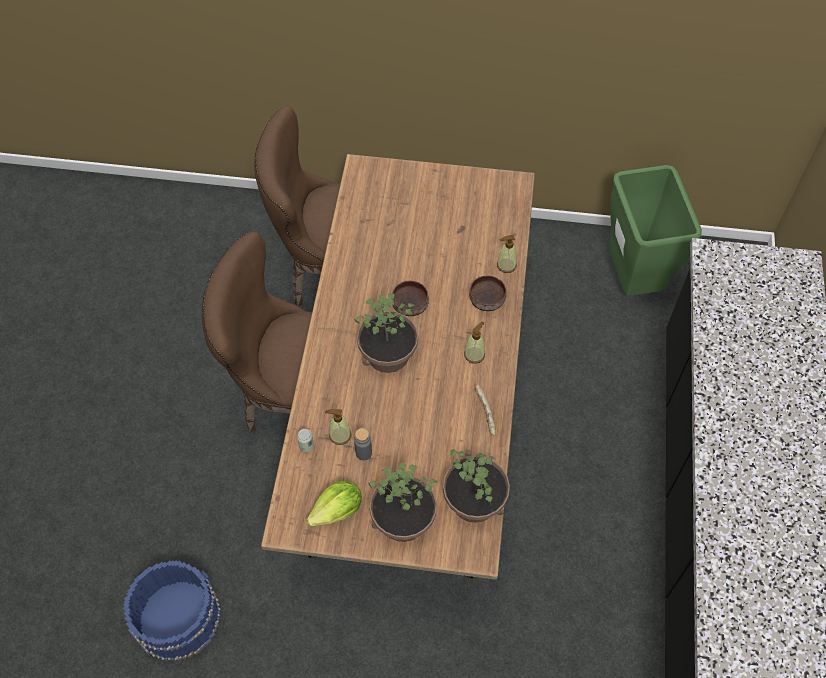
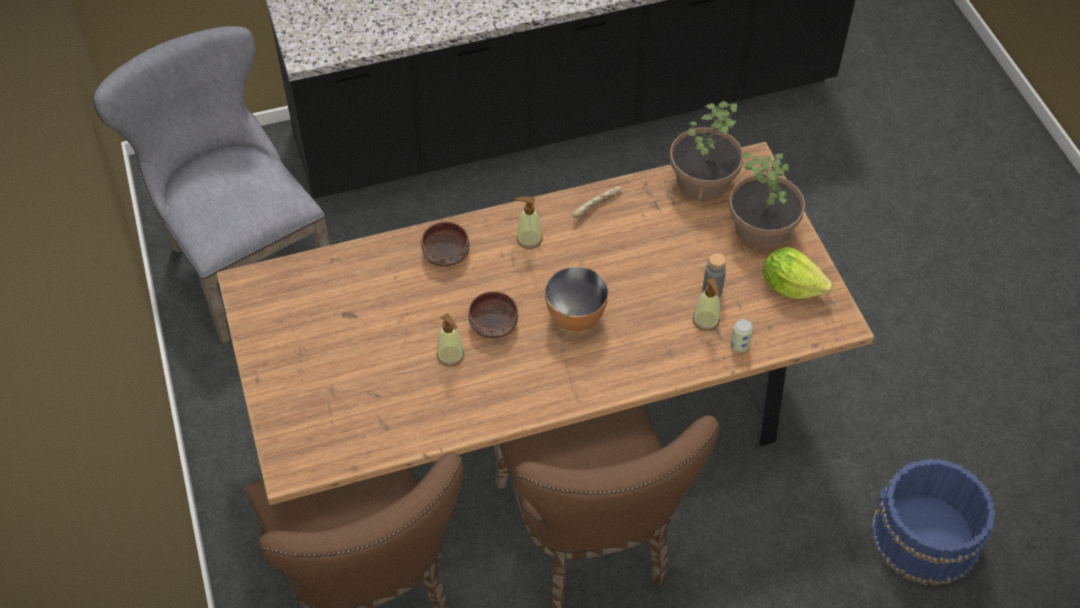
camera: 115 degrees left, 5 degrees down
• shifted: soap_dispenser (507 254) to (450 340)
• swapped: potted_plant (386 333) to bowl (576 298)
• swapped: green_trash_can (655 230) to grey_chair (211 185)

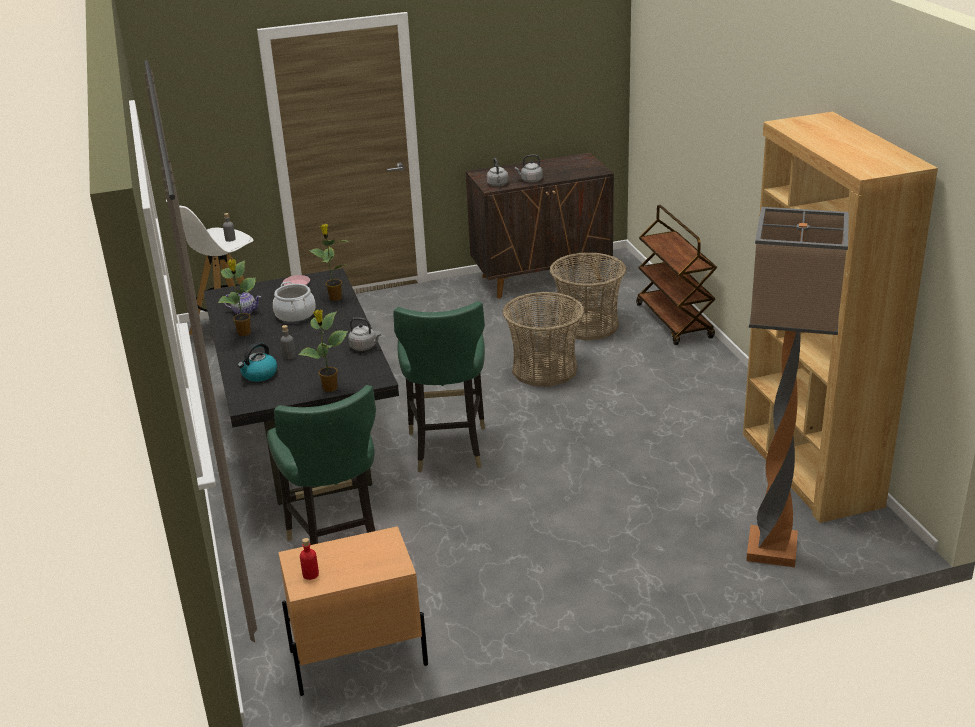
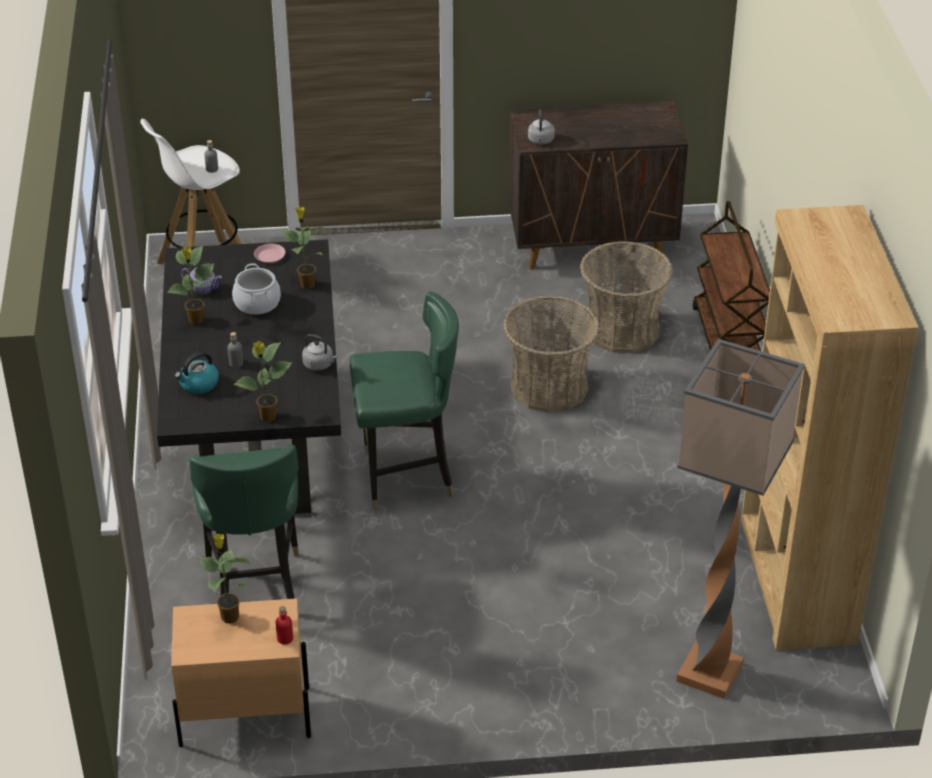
camera: 10 degrees right, 10 degrees up
• gone: grey_kettle (529 168)
• new: potted_plant (224 578)
• shifted: red_bottle (309 559) to (284 625)
• rotated: green_chair (439 386) = (404 401) 105 degrees counterclockwise

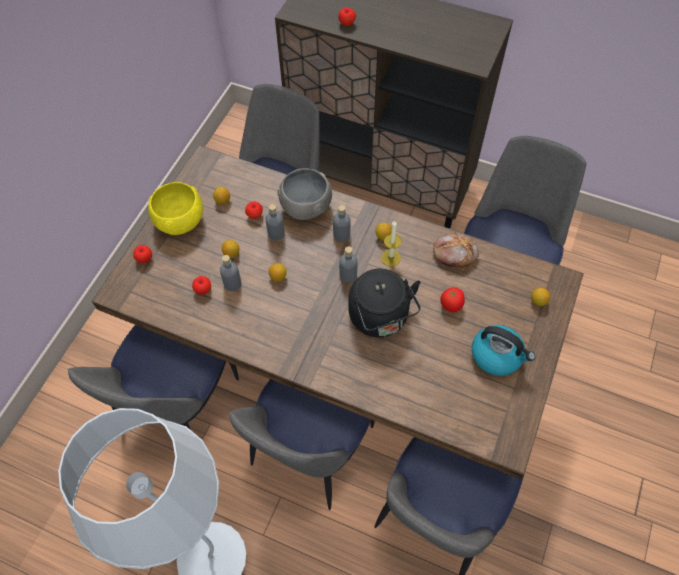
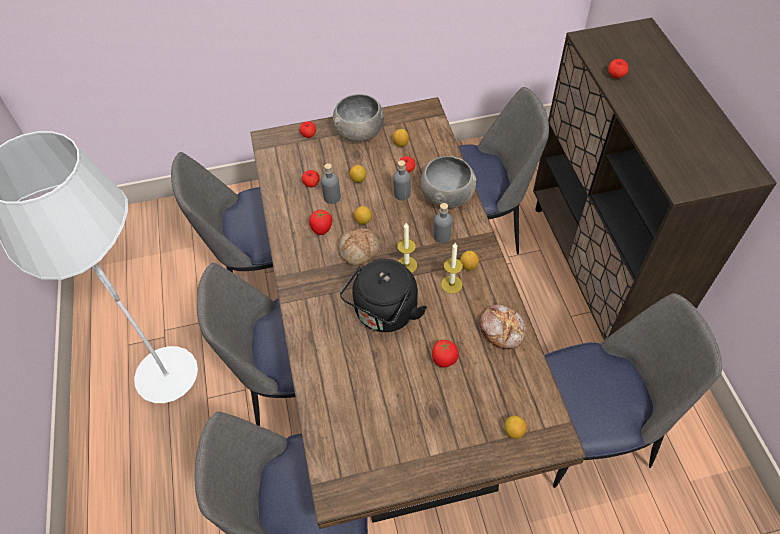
camera: 55 degrees right, 5 degrees down
• gone: kettle (503 350)
• new: tomato (320 222)
• new: bread (359 247)
• swapped: grey_bottle (348 264) to candle (407 248)
• repainted: yellow_bowl (175 208) to grey_bowl (359 118)

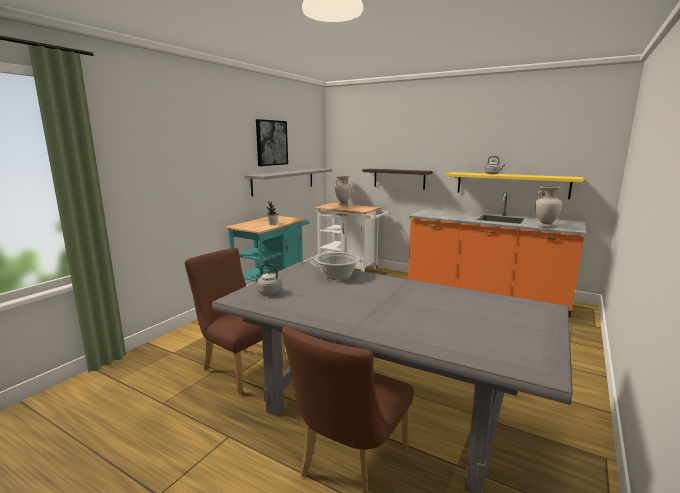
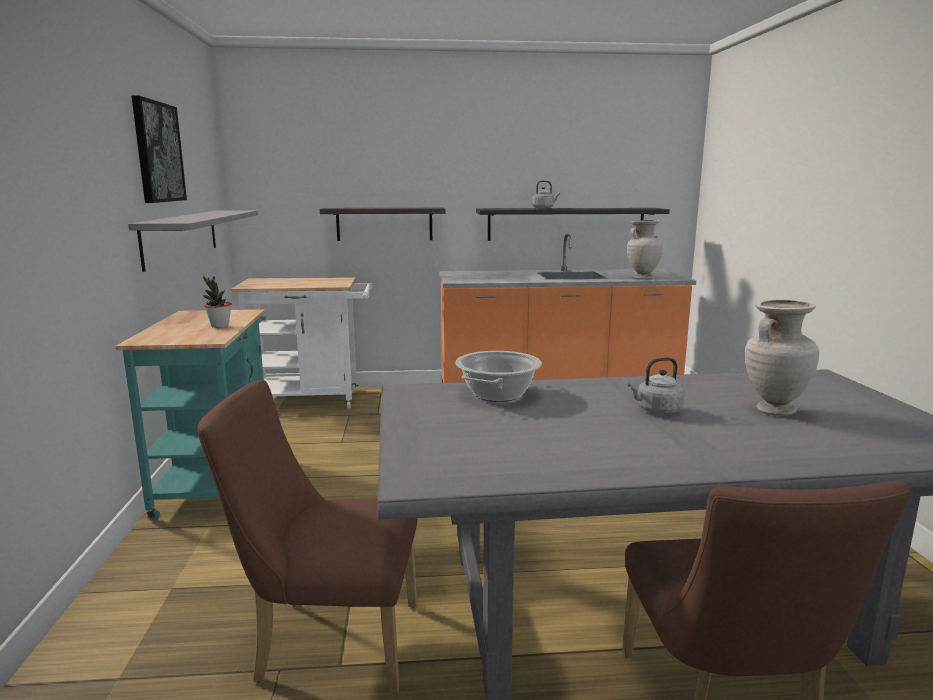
camera: 35 degrees left, 0 degrees up
• shifted: grey_kettle (267 279) to (656 385)
• shifted: beige_vase (343 190) to (782 358)
• repainted: yellow_shelf (514 185) to black_shelf (573 224)

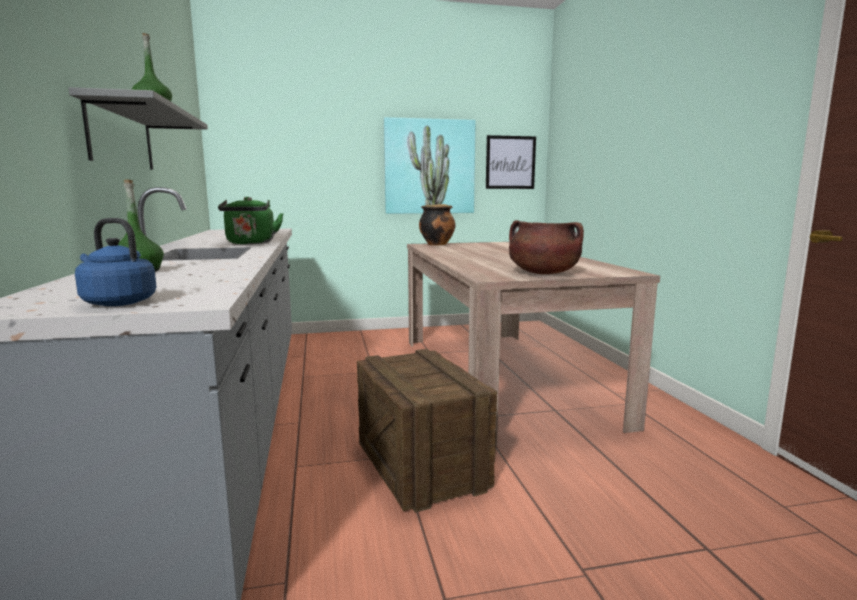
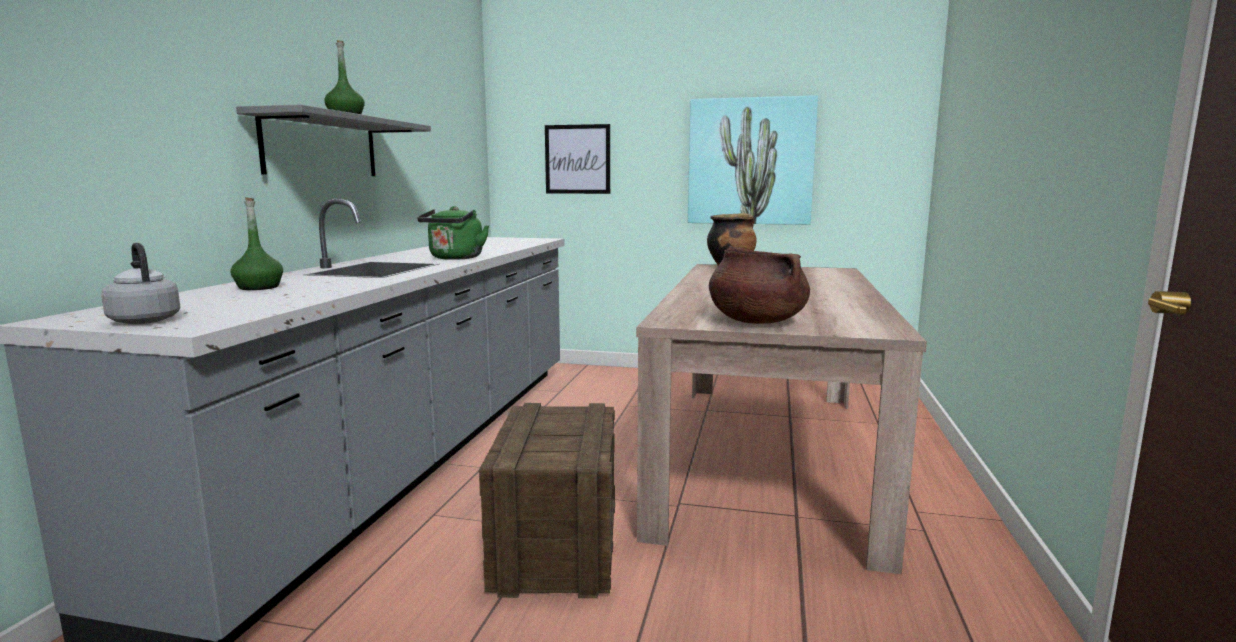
camera: 25 degrees right, 0 degrees up
• shifted: picture (511 162) to (577 159)
• repainted: blue_kettle (116 262) to grey_kettle (140 283)

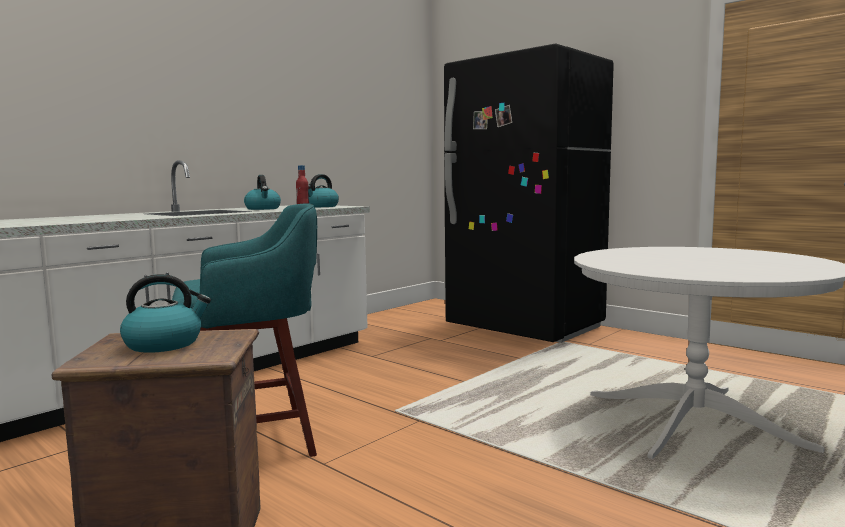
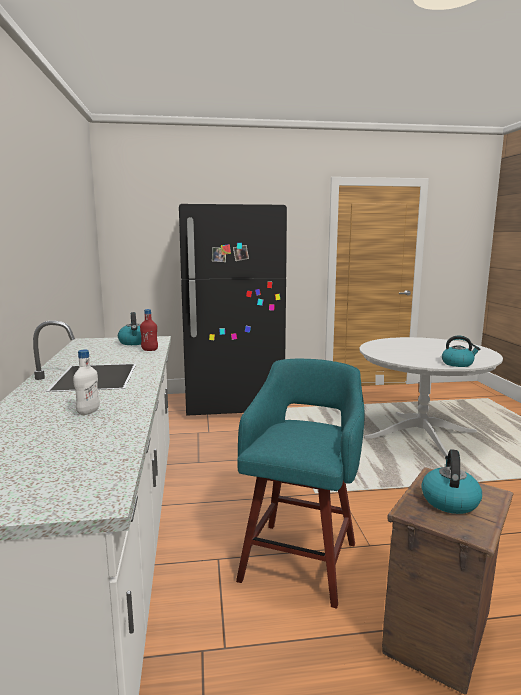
camera: 50 degrees left, 5 degrees up
• new: white_bottle (86 382)
• shifted: kettle (262 192) to (461 351)

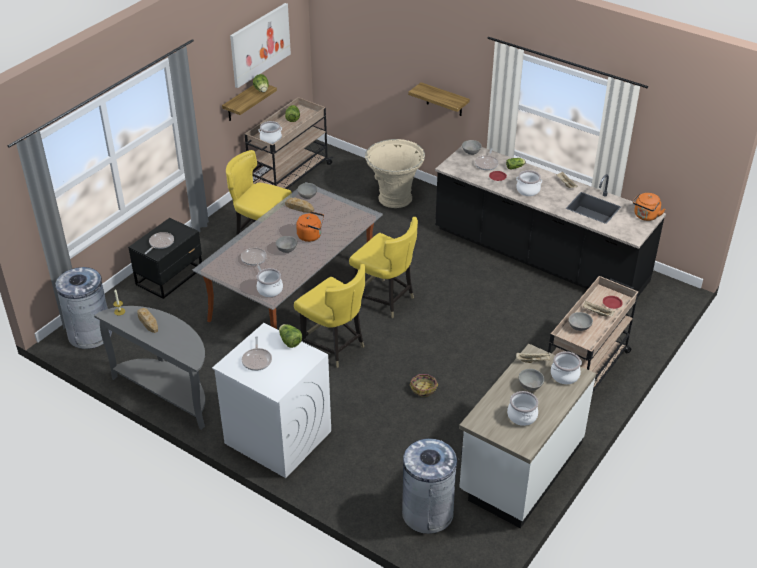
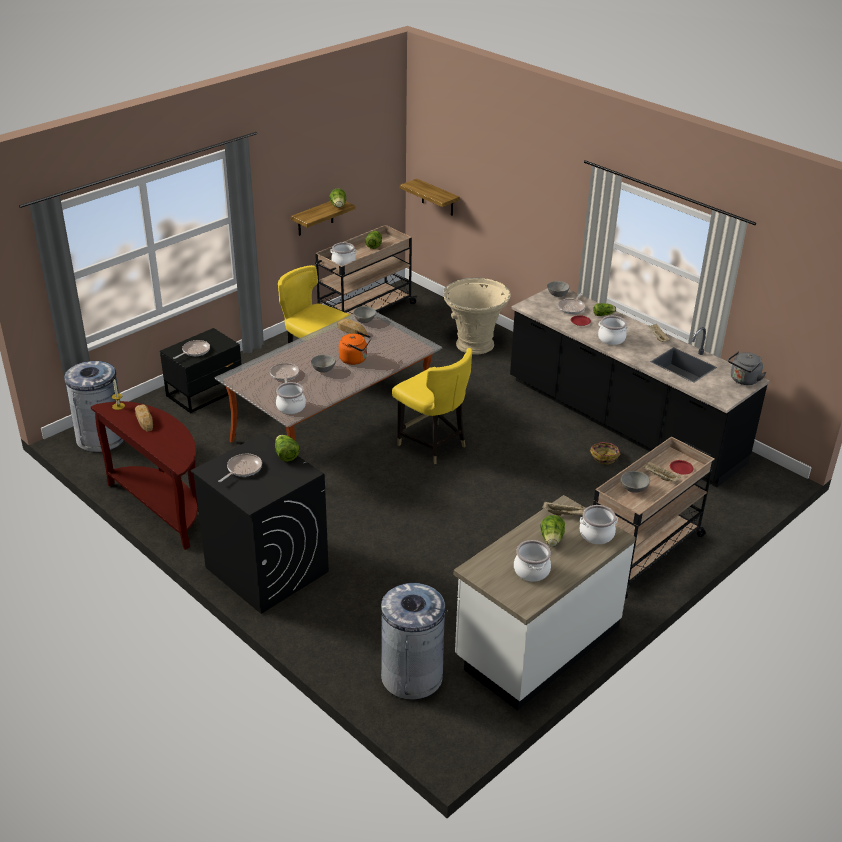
camera: 10 degrees right, 5 degrees down
• gone: picture (260 45)
• gone: yellow_chair (329 316)
• shifted: shelf (439 99) to (430 197)
• shifted: basket (424 385) to (605 453)
• swapped: grey_bowl (531 380) to lettuce (553 530)
• repainted: grey_console_table (149 368) to brown_console_table (144 475)
• repainted: white_washing_machine (271 400) to black_washing_machine (259 523)
• repainted: orange_kettle (649 207) to grey_kettle (747 368)
• rotated: frying_pan (257 353) = (240 468) 150 degrees counterclockwise

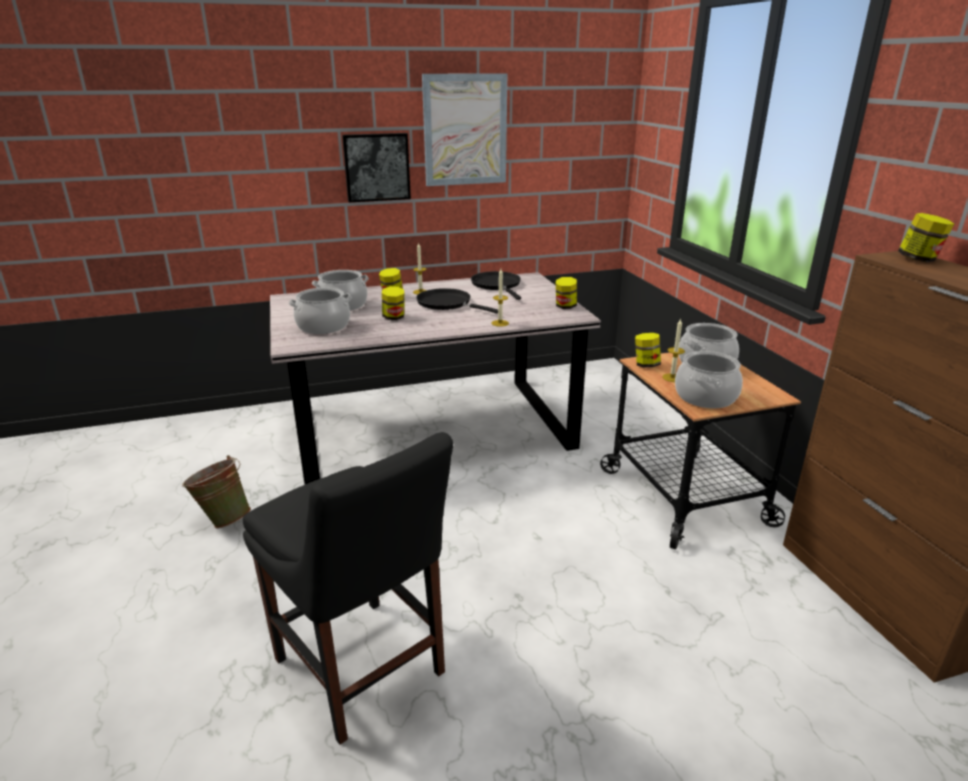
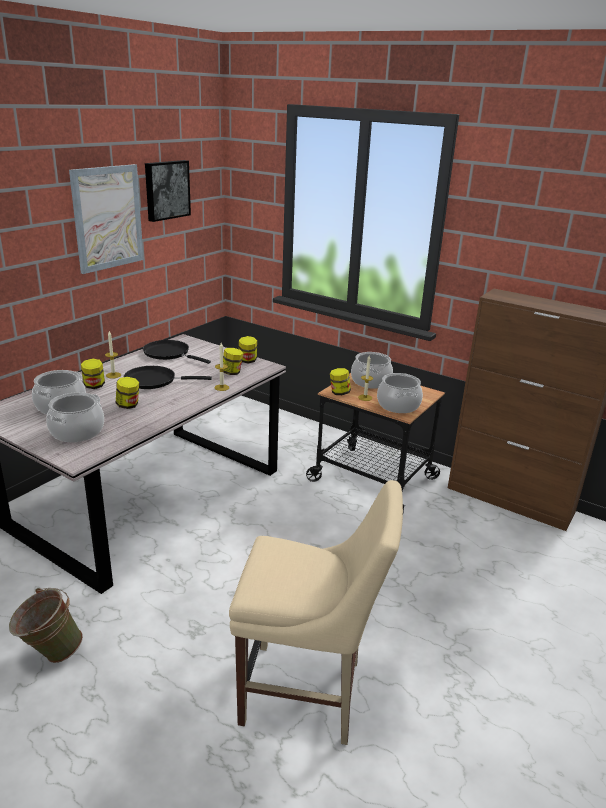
camera: 40 degrees left, 0 degrees up
• shifted: picture (376 167) to (168 191)
• shifted: jar (926 237) to (233 361)
• repainted: black_chair (348 588) to beige_chair (316 612)

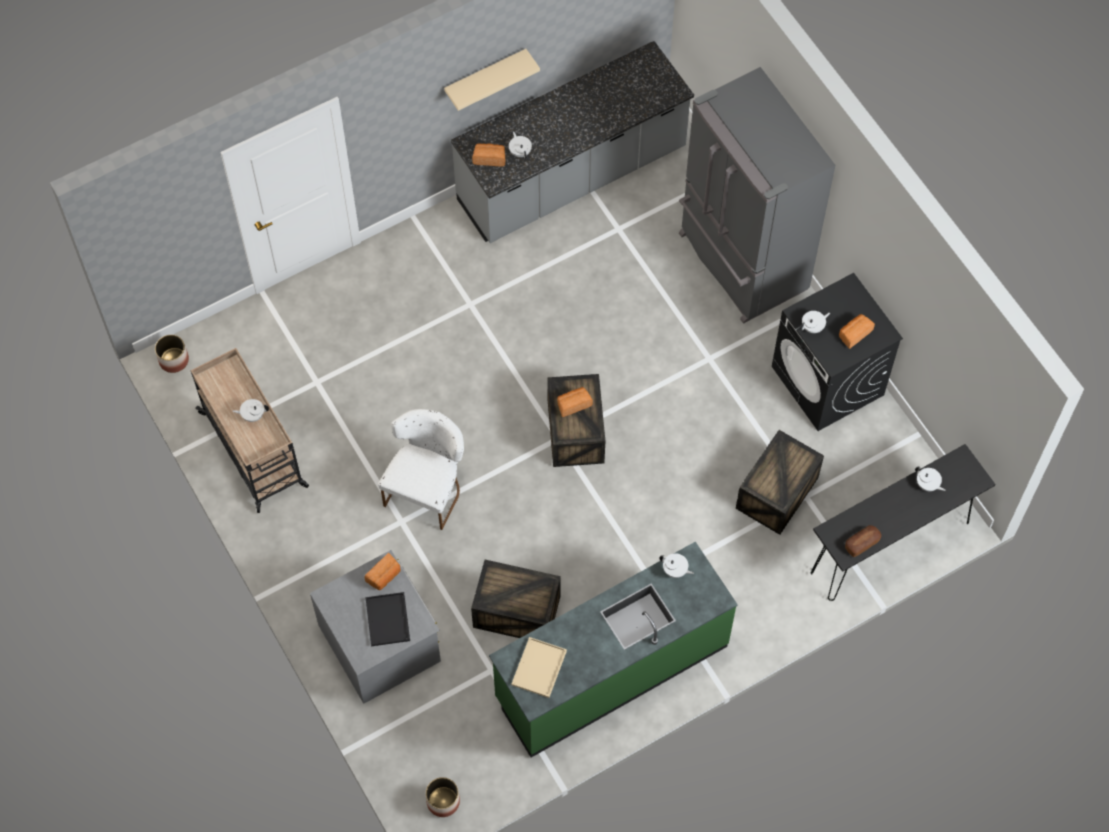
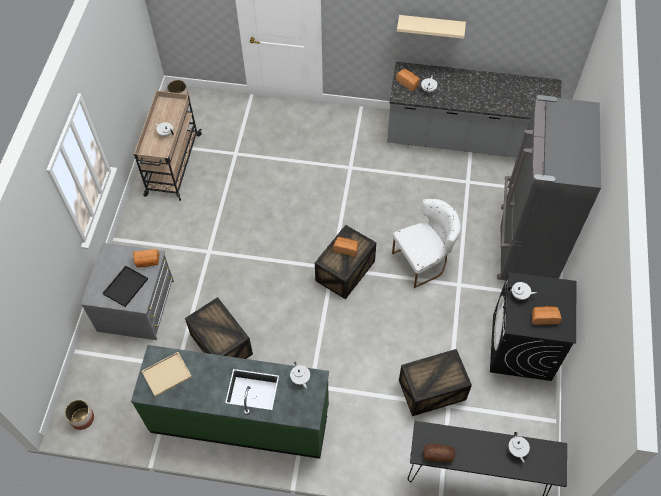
camera: 40 degrees right, 5 degrees down
• shifted: white_chair (421 469) to (426 243)

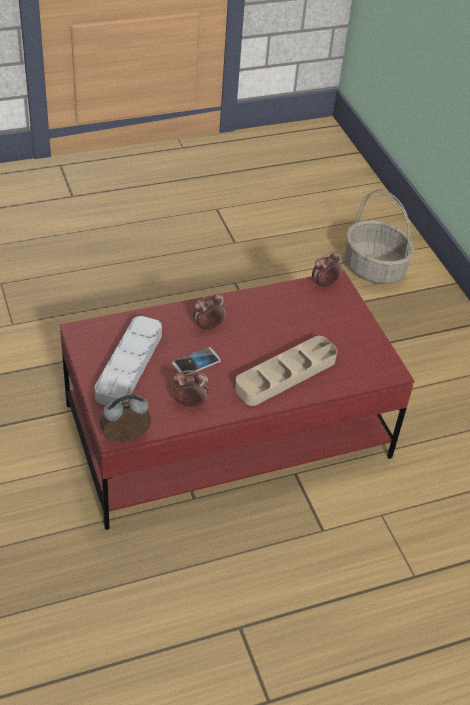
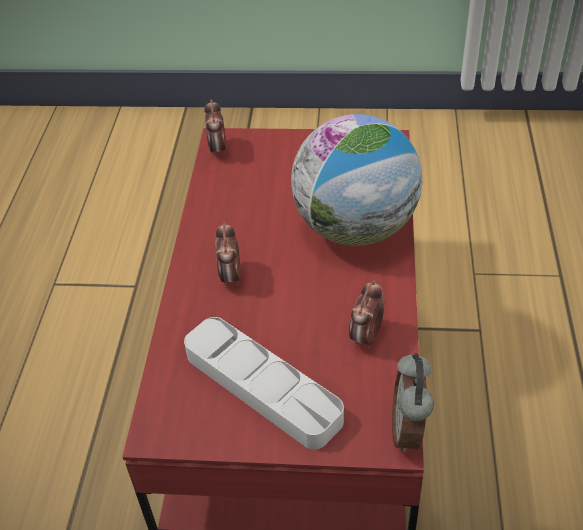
camera: 60 degrees left, 0 degrees up
• gone: phone (196 361)
• gone: basket (379 236)
• swapped: beige_tray (286 371) to globe (356 180)

